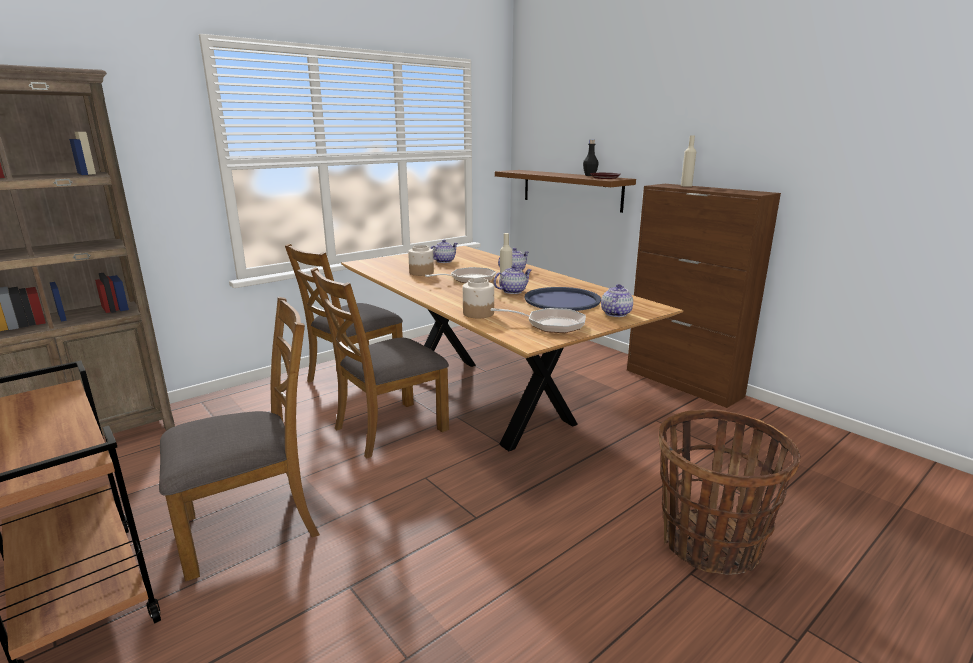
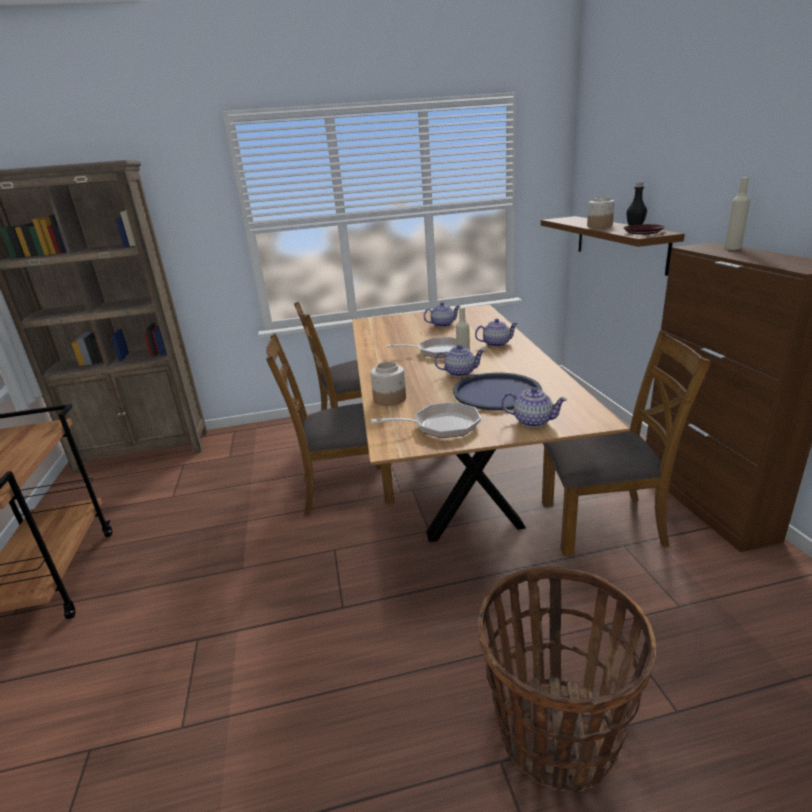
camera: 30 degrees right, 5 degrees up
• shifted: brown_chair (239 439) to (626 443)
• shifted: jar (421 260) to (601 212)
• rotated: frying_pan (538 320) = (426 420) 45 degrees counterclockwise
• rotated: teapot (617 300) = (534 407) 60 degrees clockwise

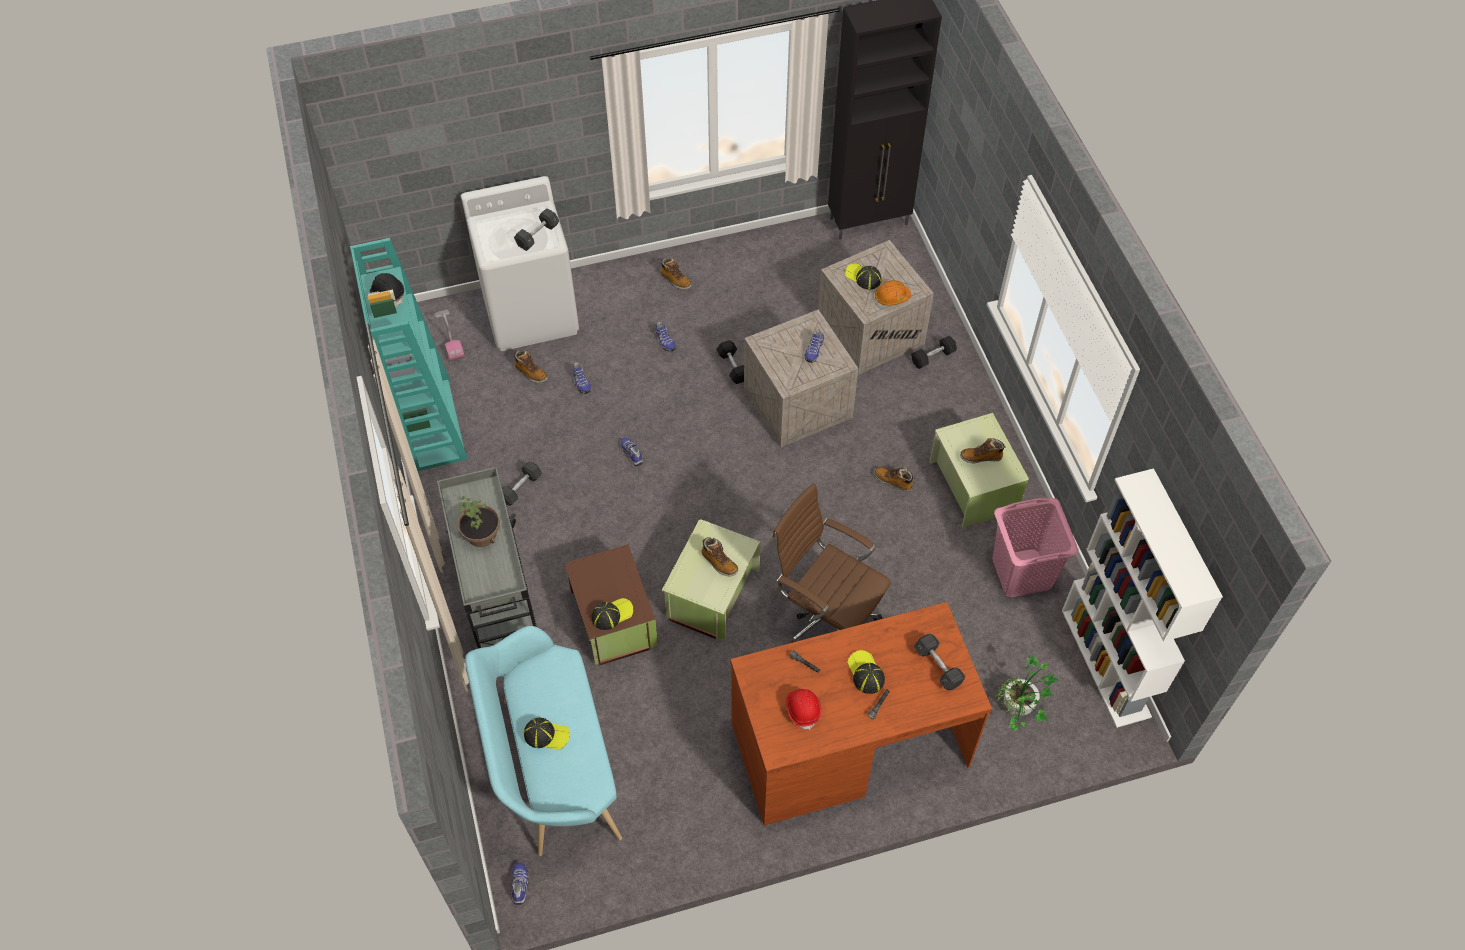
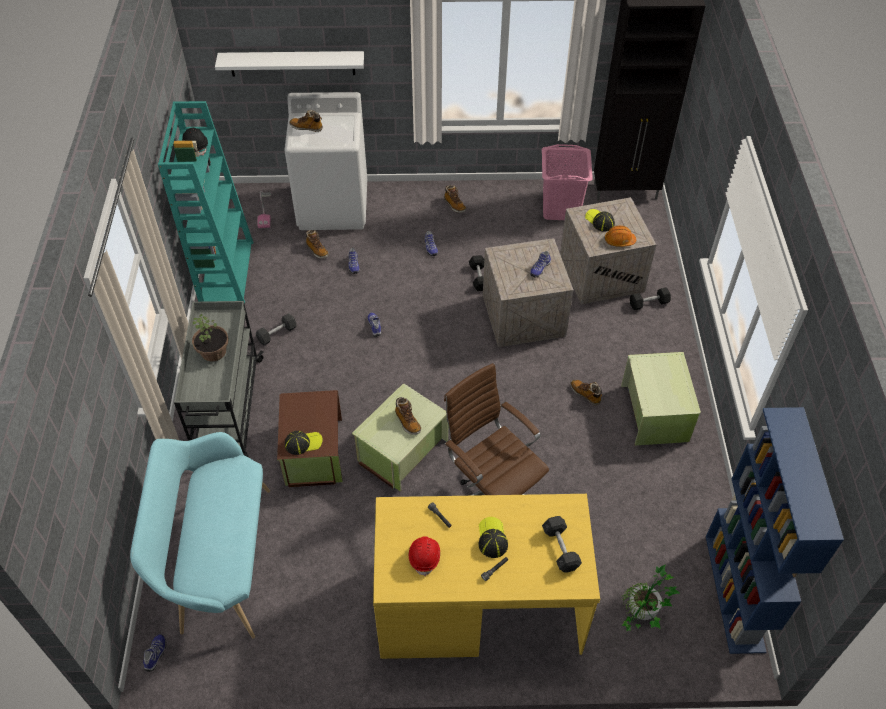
camera: 15 degrees right, 5 degrees down
• gone: grey_dumbbell (536 229)
• gone: cap (547 734)
• new: white_shelf (289 63)
• shifted: boot (982 450) to (306 121)
• shifted: pink_laundry_basket (1035 547) to (567 182)
• repainted: brown_desk (861 713) to yellow_desk (486 576)
• repainted: white_bookcase (1142 598) to blue_bookcase (775 530)

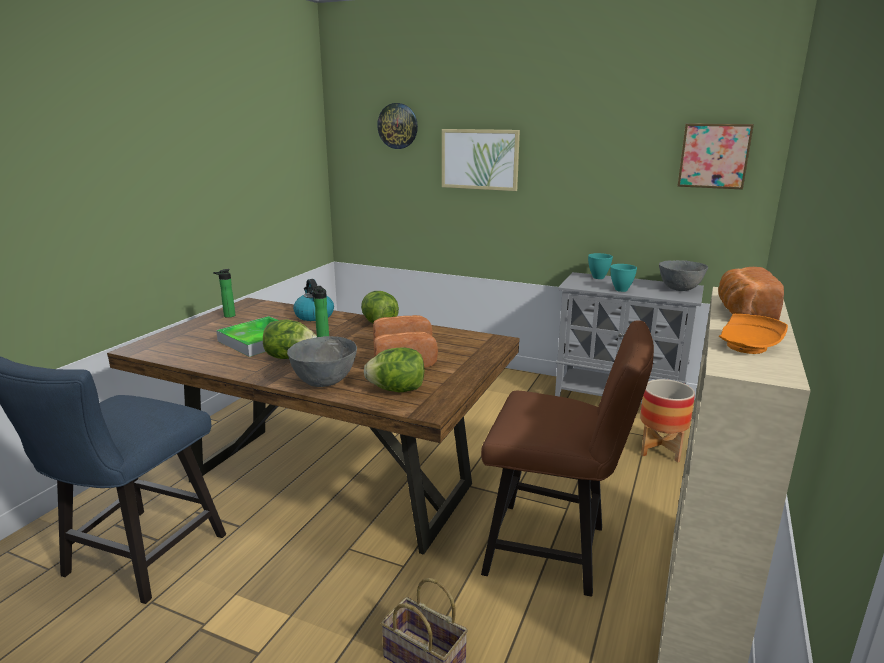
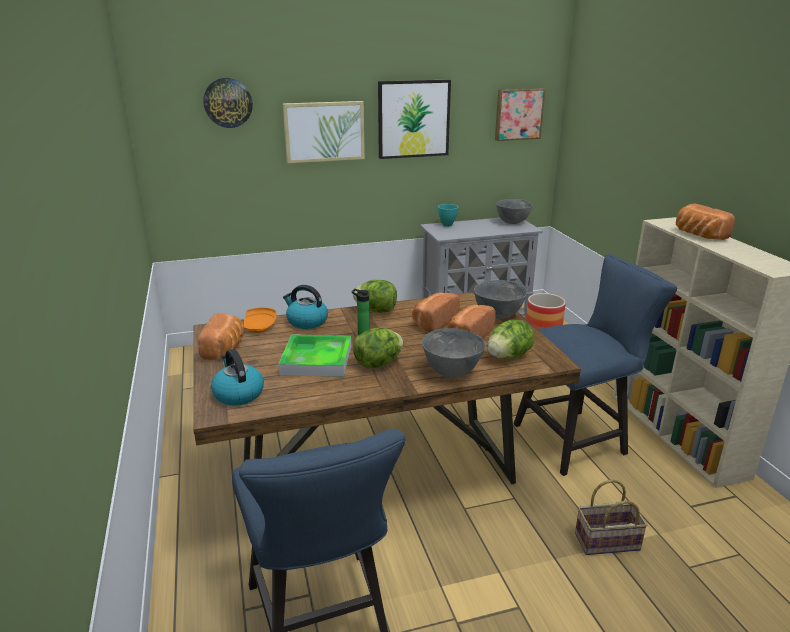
camera: 40 degrees left, 5 degrees up
• gone: turquoise_bowl (623 278)
• new: kettle (237 377)
• new: picture (414 119)
• new: grey_bowl (500 299)
• shifted: orange_plate (753 334) to (260 320)
• swapped: bottle (224 293) to bread (221 336)
• repainted: brown_chair (567 458) to blue_chair (595 365)

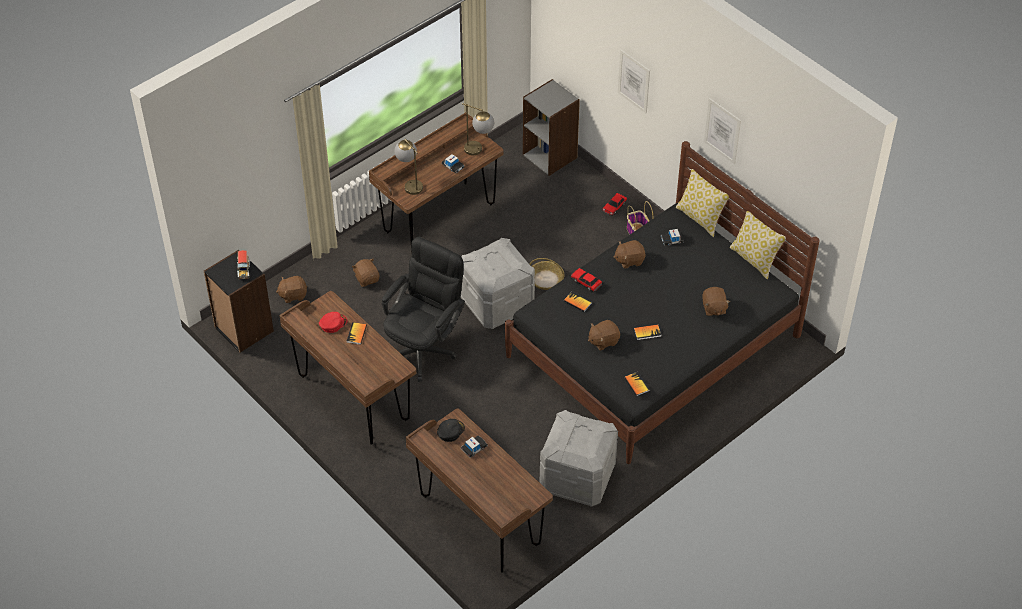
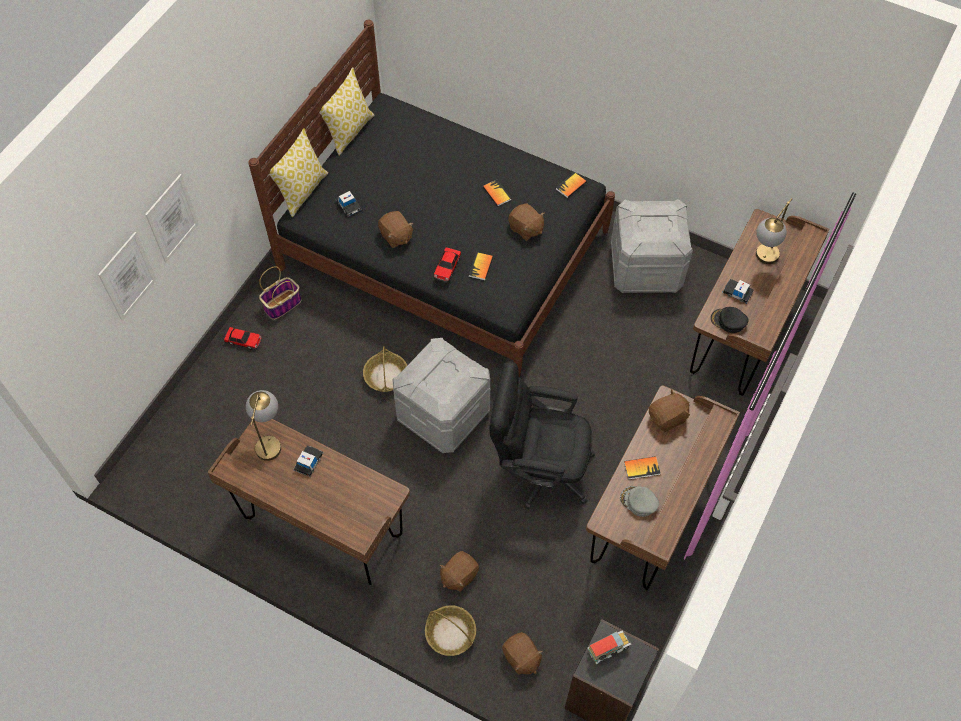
camera: 110 degrees left, 10 degrees up
• gone: grey_bookcase (551 127)
• new: basket (450 630)
• shifted: table_lamp (408 167) to (774 231)
• shifted: brown_plush_toy (716 301) to (669 410)
• shifted: picture (722 131) to (127 276)
• repainted: red_cap (333 322) to grey_cap (639 501)

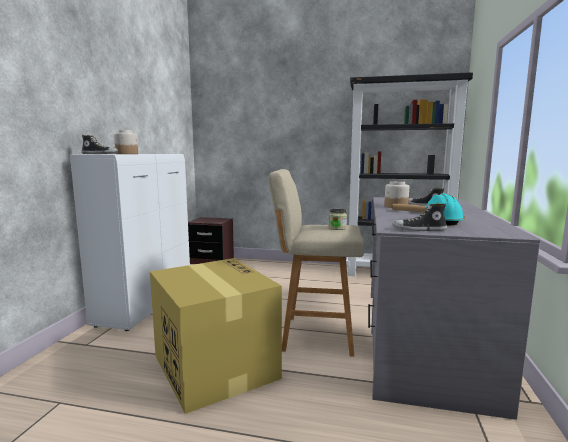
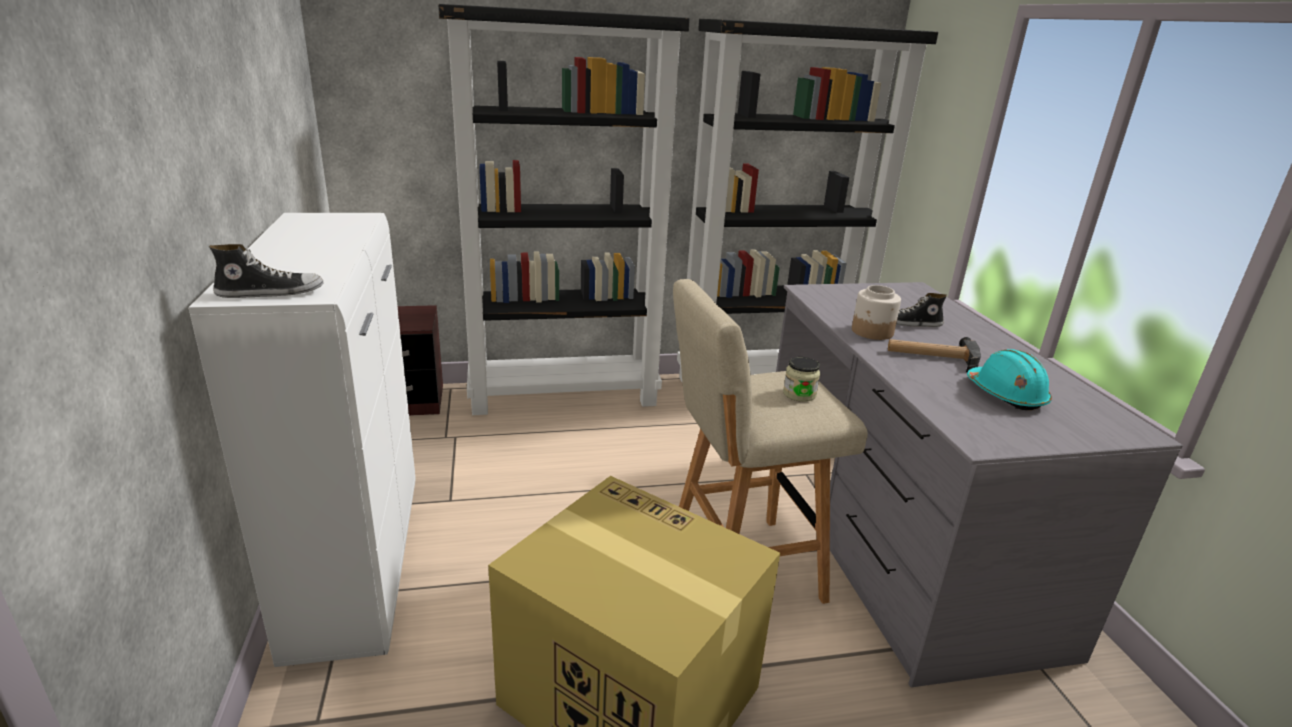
camera: 25 degrees left, 15 degrees up
• gone: jar (126 142)
• gone: shoe (419 217)
• new: black_bookcase (564 209)

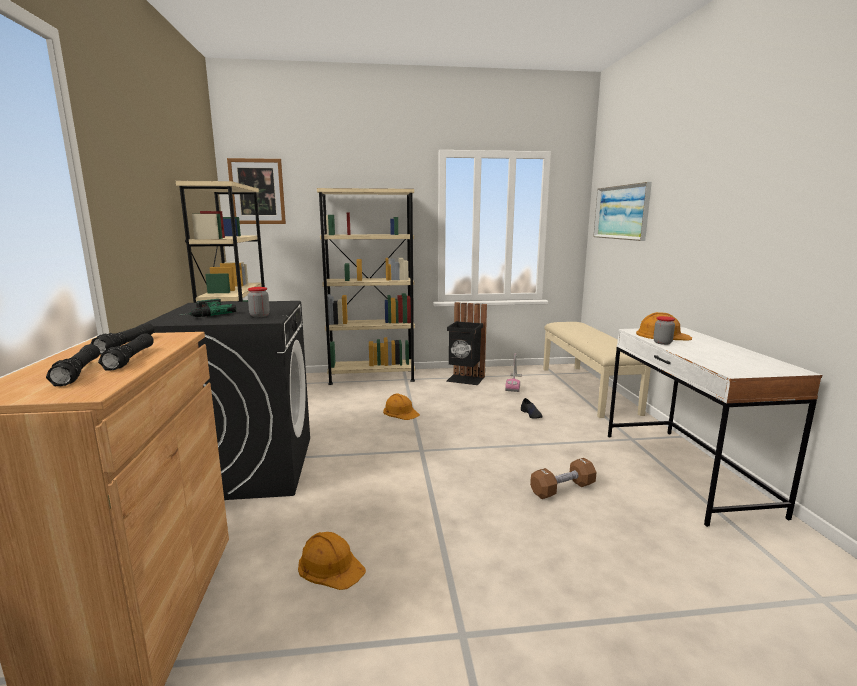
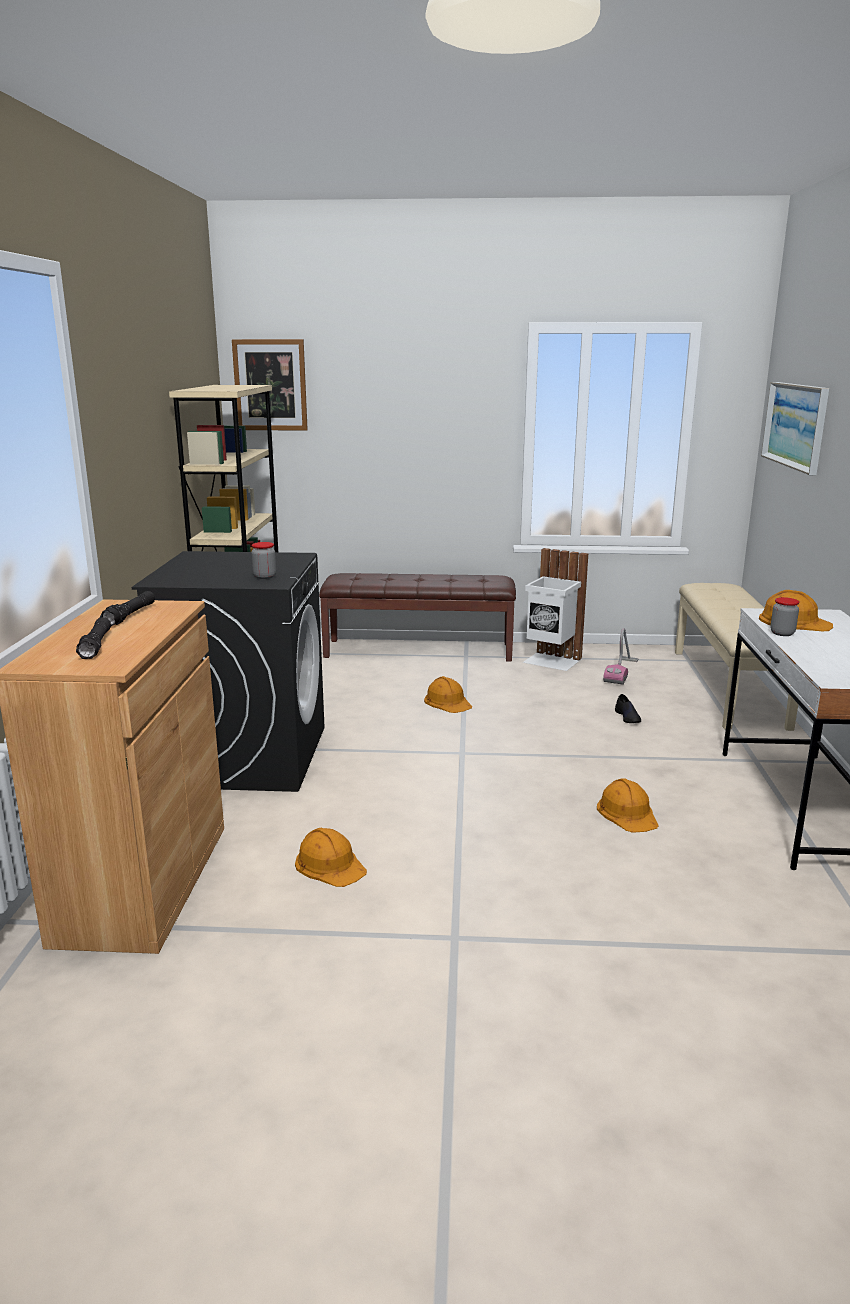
camera: 10 degrees right, 5 degrees up
• gone: black_flashlight (126 351)
• gone: power_drill (208 308)
• swapped: beige_bookcase (366 286) to brown_bench (417 617)
• swapped: brown_dumbbell (563 478) to orange_hard_hat (628 805)
• repainted: black_trash_can (466 343) to white_trash_can (555 609)

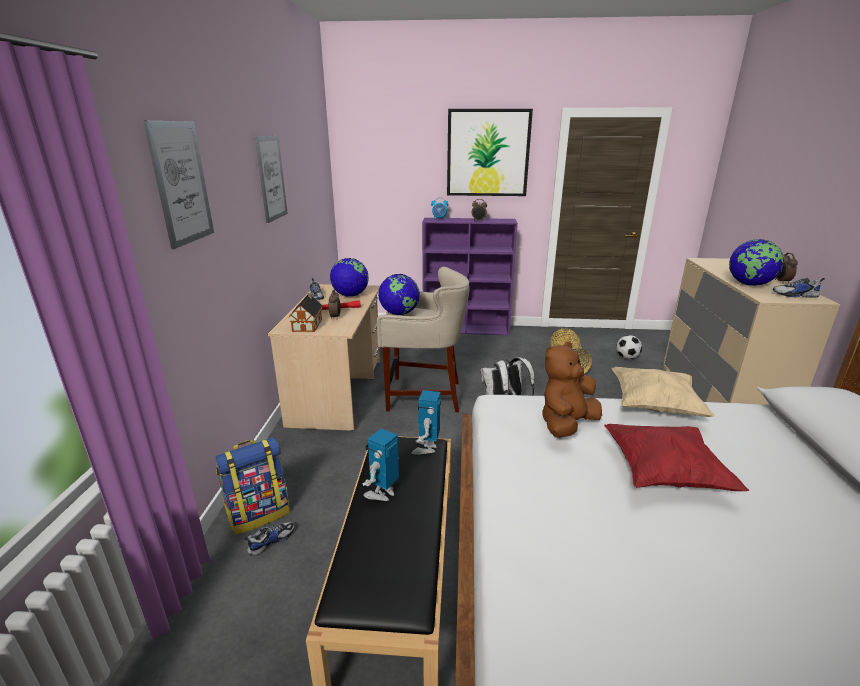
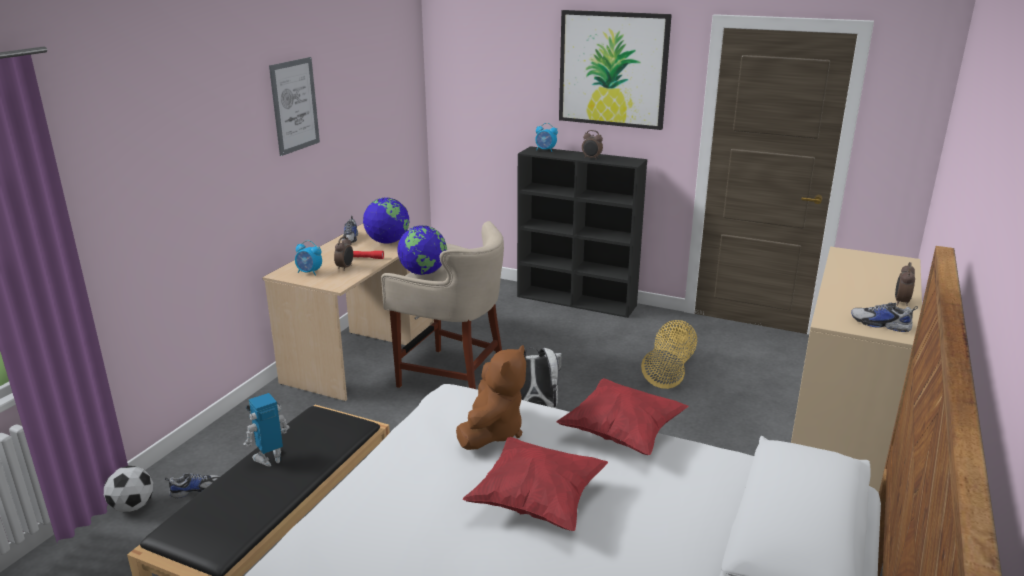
camera: 20 degrees right, 0 degrees up
• gone: picture (178 185)
• gone: backpack (253 486)
• gone: toy_robot (426 422)
• gone: globe (756 262)
• shifted: football (629 347) to (128 489)
• swapped: toy_house (305 312) to alarm_clock (308 258)
• repainted: purple_bookcase (470 276) to black_bookcase (582 232)
• repainted: beige_pillow (663 392) to red_pillow (622 416)
• rotated: brown_plush_toy (572 389) = (491 397) 135 degrees clockwise

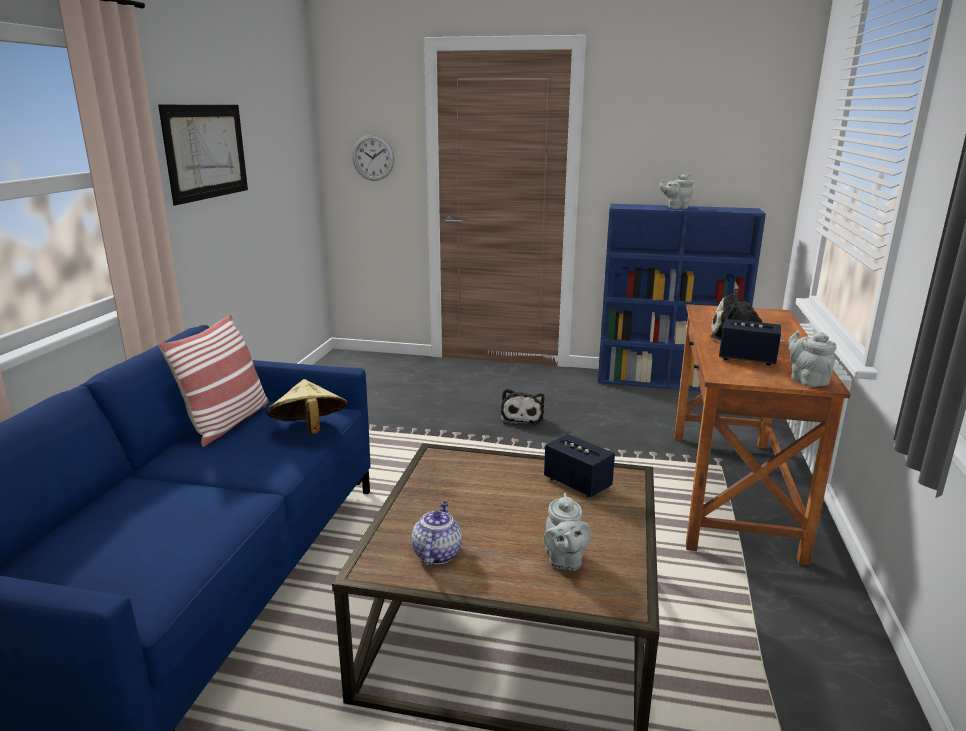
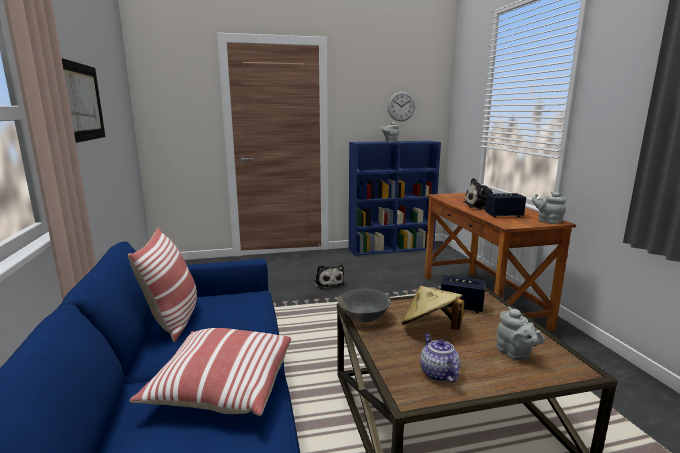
camera: 25 degrees left, 5 degrees down
• new: pillow (210 372)
• new: grey_bowl (364 305)
• shifted: beige_hat (307 406) to (433 308)
• shifted: wall_clock (373 158) to (401 106)

